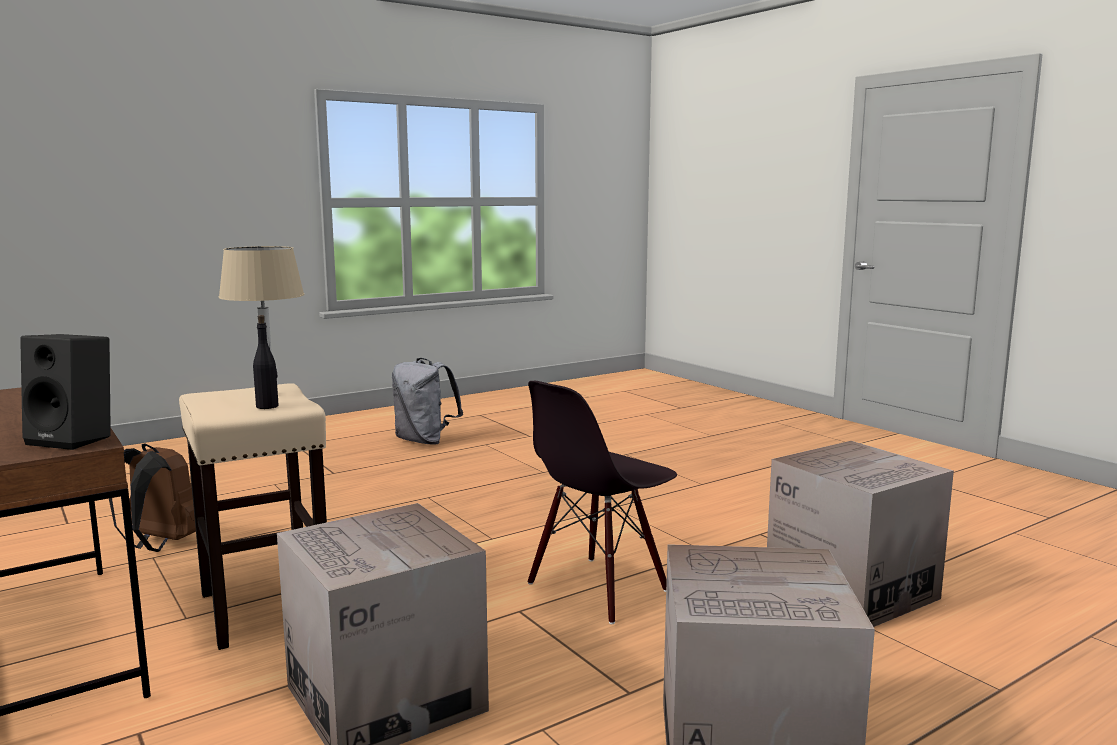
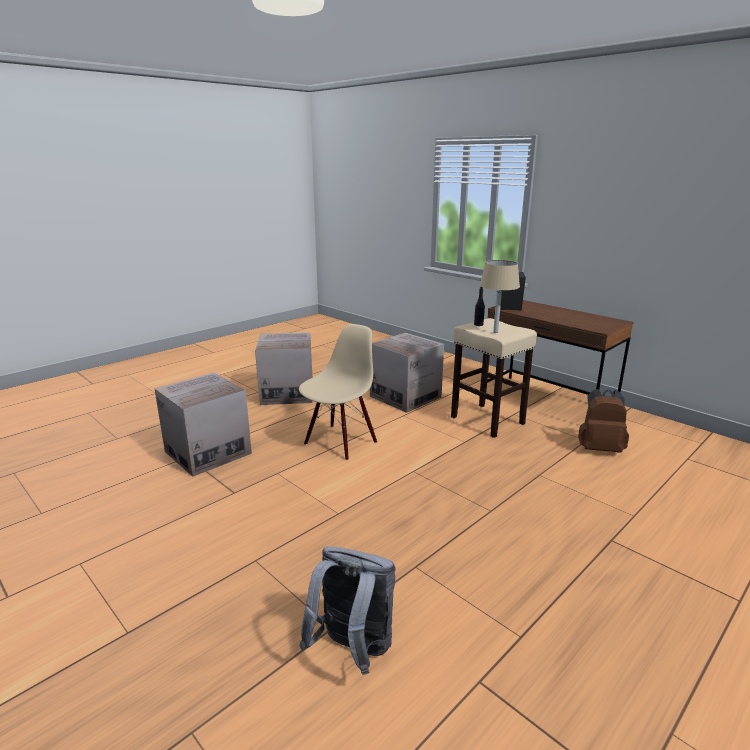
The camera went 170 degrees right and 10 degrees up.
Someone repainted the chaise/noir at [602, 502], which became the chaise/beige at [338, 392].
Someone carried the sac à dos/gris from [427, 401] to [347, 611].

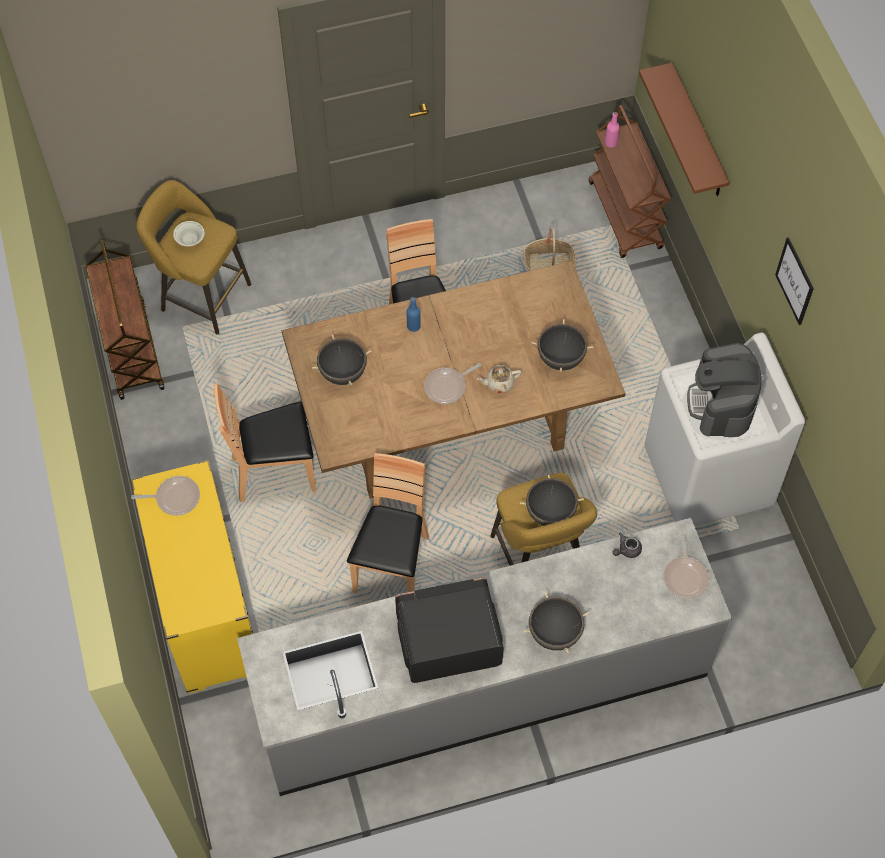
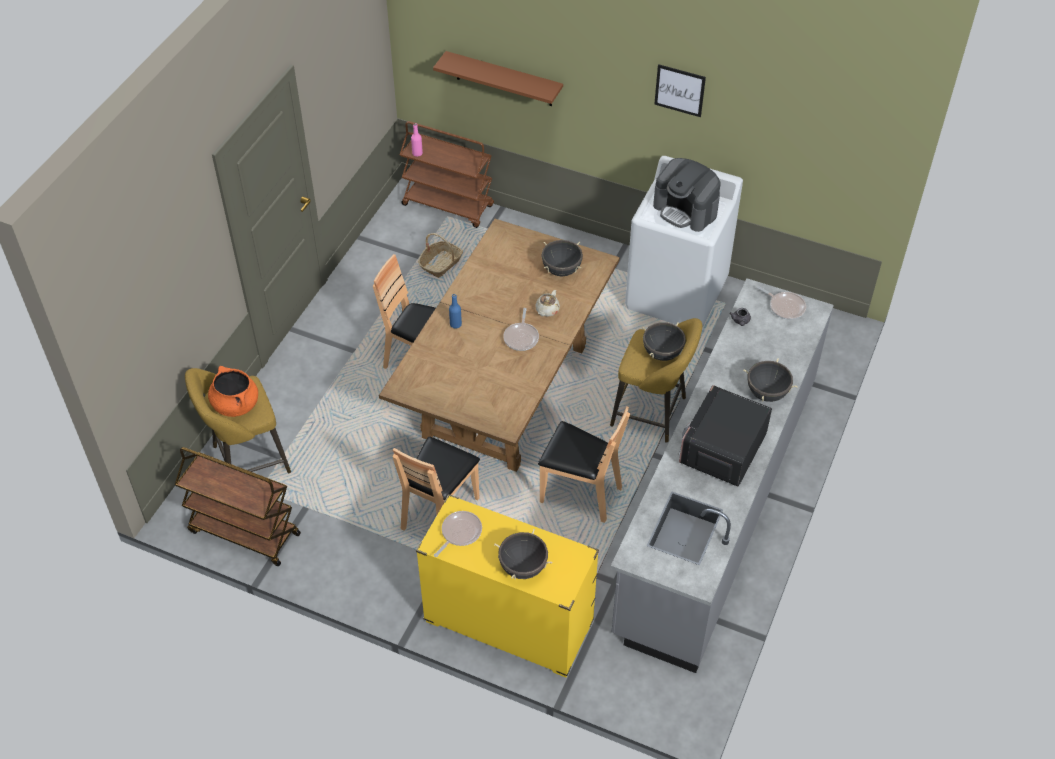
The camera went 50 degrees left and 10 degrees down.
Someone swapped the bol/blanc at [189, 233] for the marmite/orange at [233, 391].
Someone carried the marmite/noir from [341, 360] to [523, 554].
Someone rotated the chaise/marron at [388, 523] by 150 degrees clockwise.

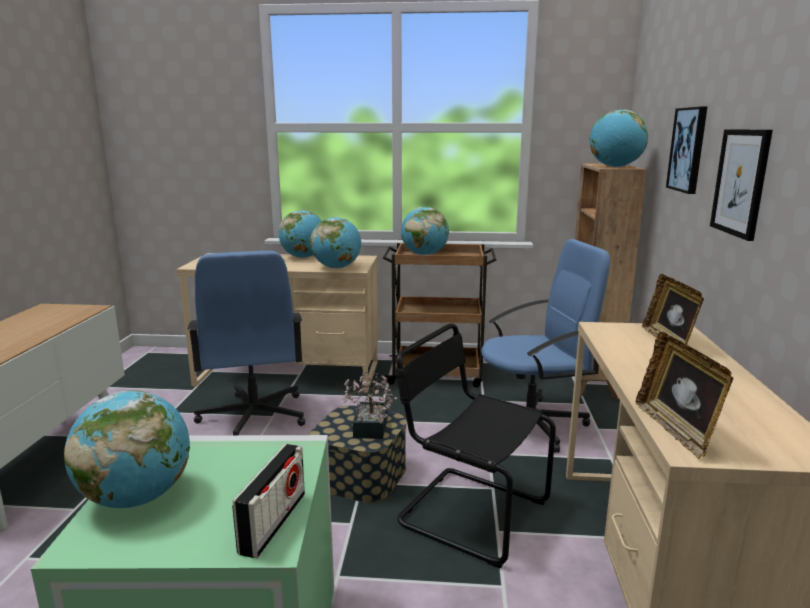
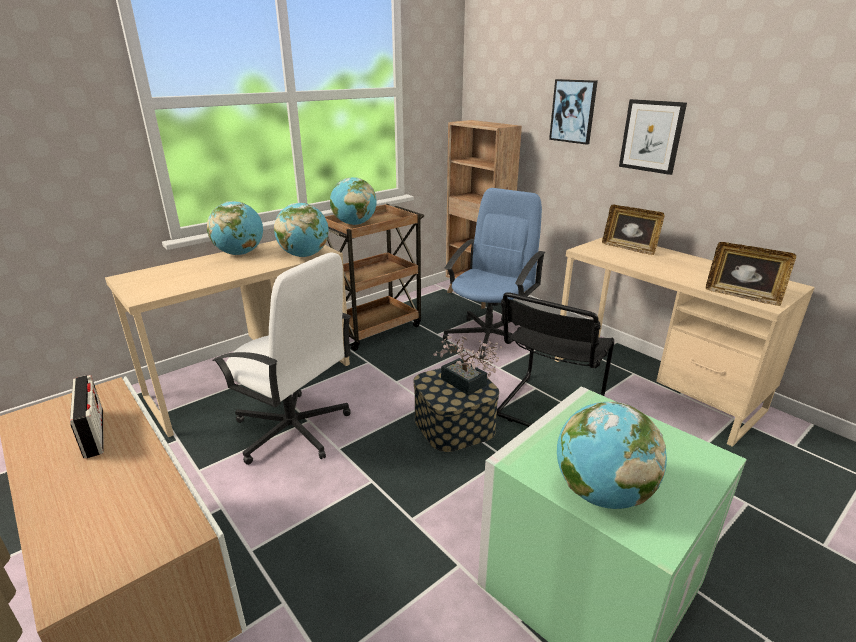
The camera went 45 degrees left and 10 degrees up.
Someone carried the radio from [268, 501] to [87, 417].
Someone repainted the chaise de bureau/bleu at [246, 343], which became the chaise de bureau/blanc at [281, 358].
Someone rotated the chaise/noir at [475, 445] by 45 degrees counterclockwise.
Someone took away the globe at [618, 138].

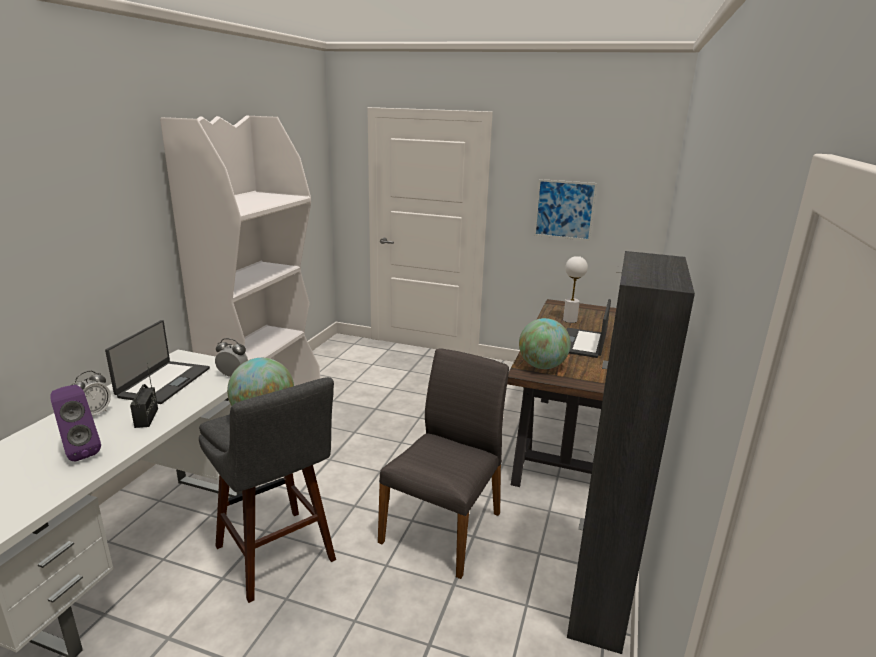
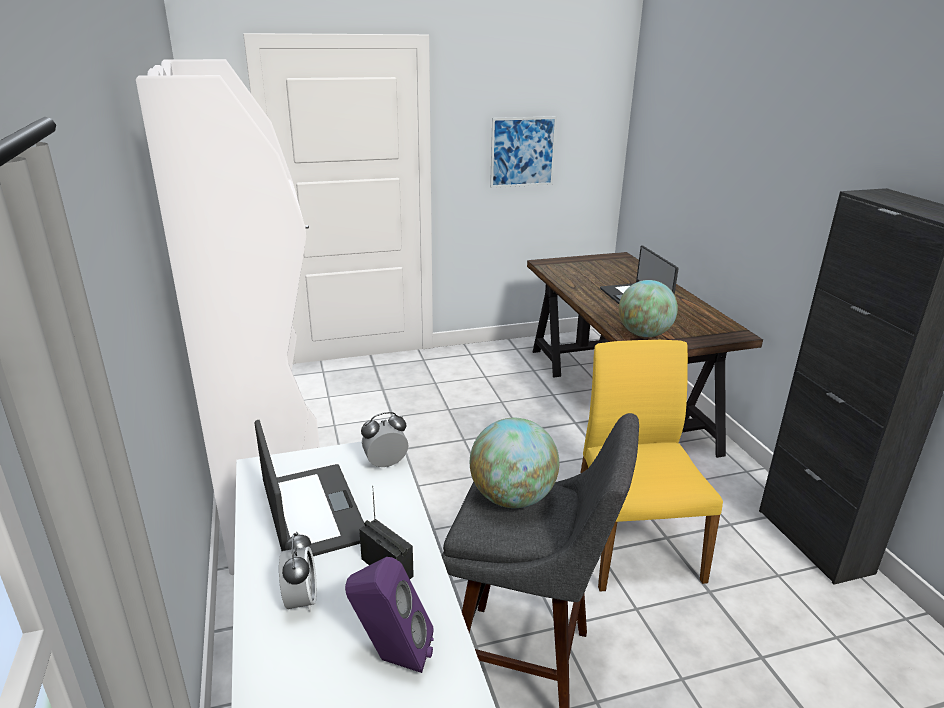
The camera went 35 degrees left and 5 degrees up.
Someone repainted the chaise/gris at [443, 464], which became the chaise/jaune at [651, 466].
Someone took away the lampe de table/blanc at [575, 289].

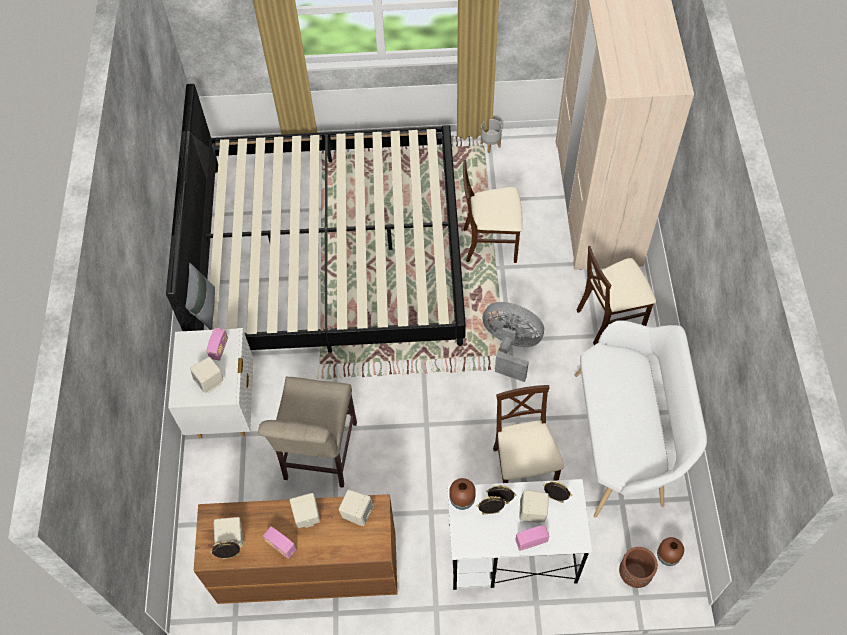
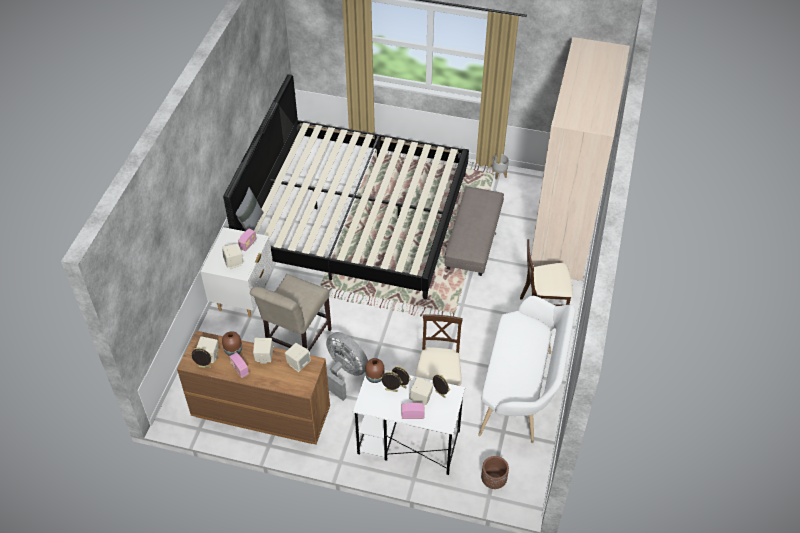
The camera went 15 degrees right and 10 degrees down.
Someone carried the vase/marron from [670, 551] to [232, 343].
Someone carried the ventilateur/gris from [513, 342] to [347, 366].
Someone swapped the chaise/beige at [493, 211] for the pouf/gris at [474, 231].

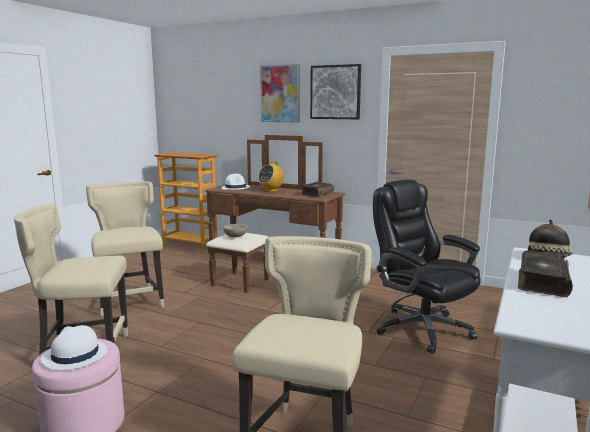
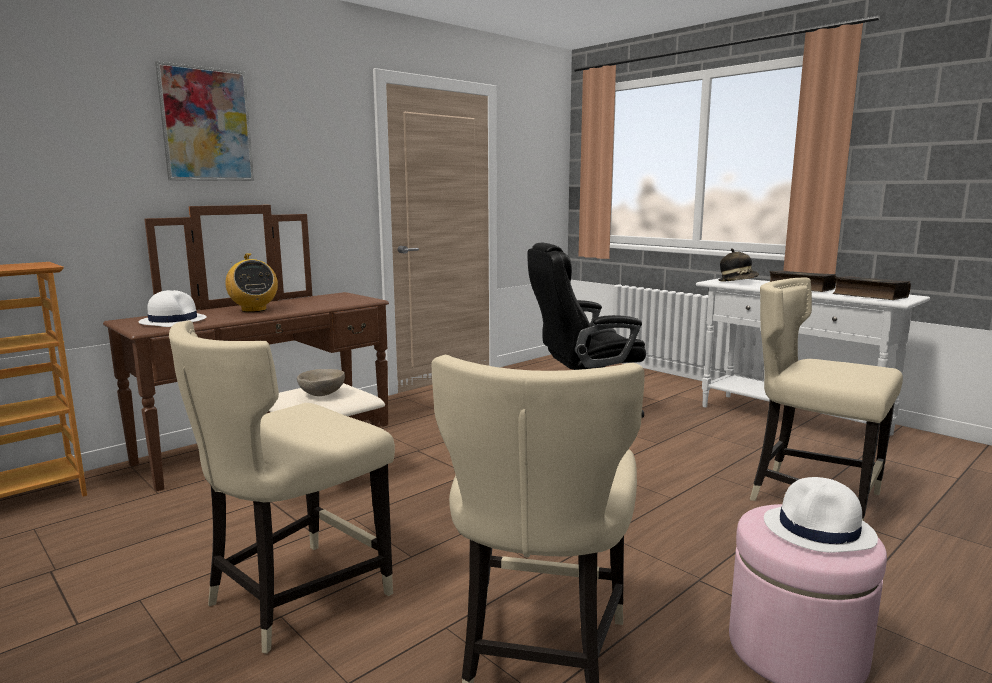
The camera went 70 degrees left and 0 degrees up.
Someone rotated the chaise/beige at [125, 249] by 45 degrees counterclockwise.
Someone carried the livre from [317, 189] to [872, 288].
Someone took away the tableau at [335, 91].

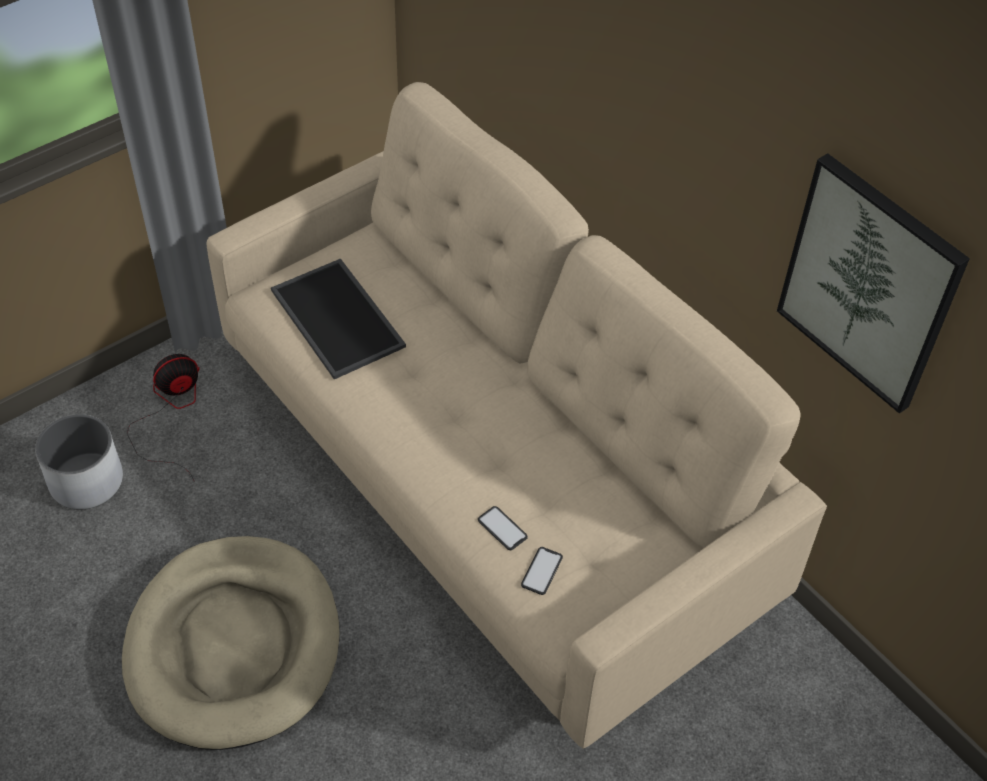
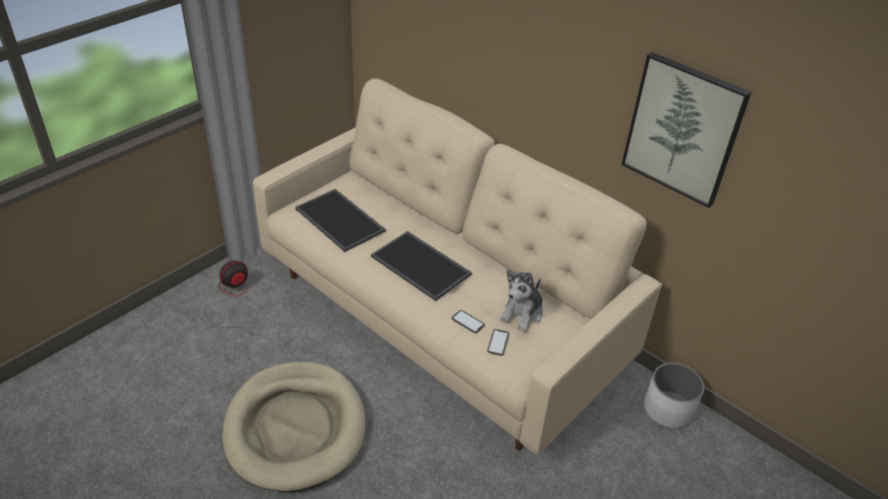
The camera went 10 degrees left and 10 degrees down.
Someone put down the plateau at [421, 266].
Someone put down the peluche at [521, 300].
Someone carried the cache-pot/blanc from [79, 462] to [674, 395].

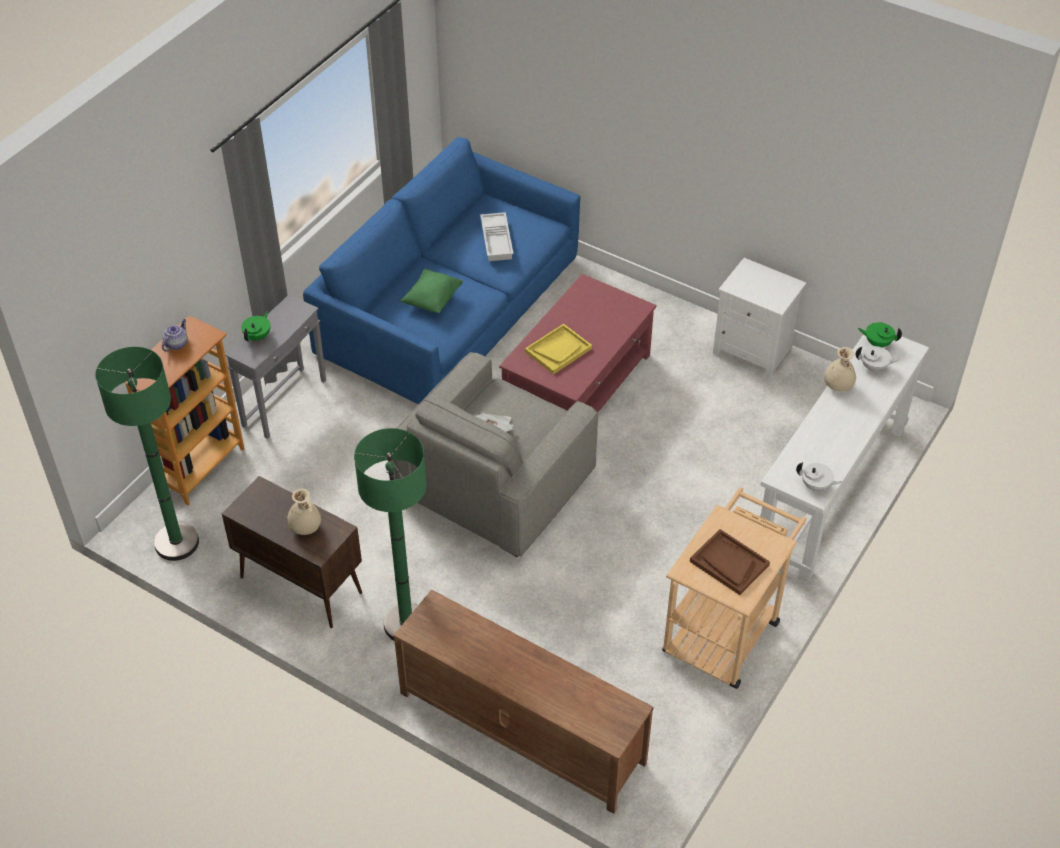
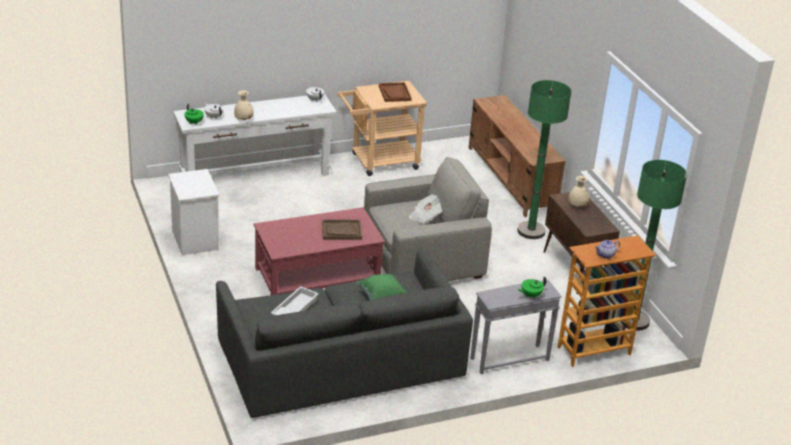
The camera went 145 degrees left and 15 degrees down.
Someone repainted the canapé/bleu at [442, 270], which became the canapé/gris at [344, 333].
Someone repainted the plateau/jaune at [558, 349], which became the plateau/marron at [342, 230].

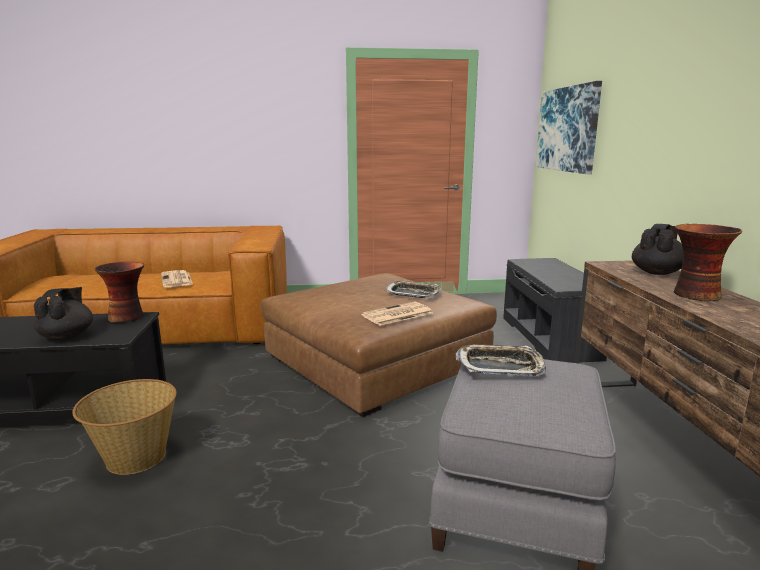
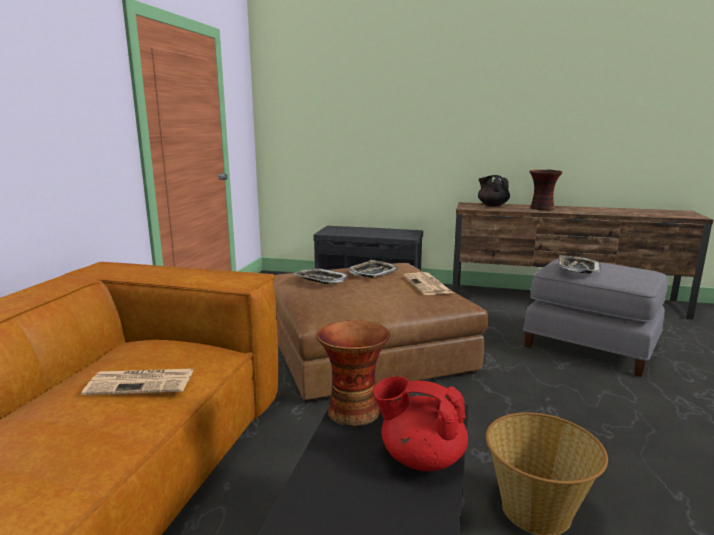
The camera went 70 degrees left and 0 degrees up.
Someone put down the plateau at [321, 276].
Someone repainted the théière/noir at [63, 313], which became the théière/rouge at [420, 423].
Someone took away the tableau at [569, 127].

